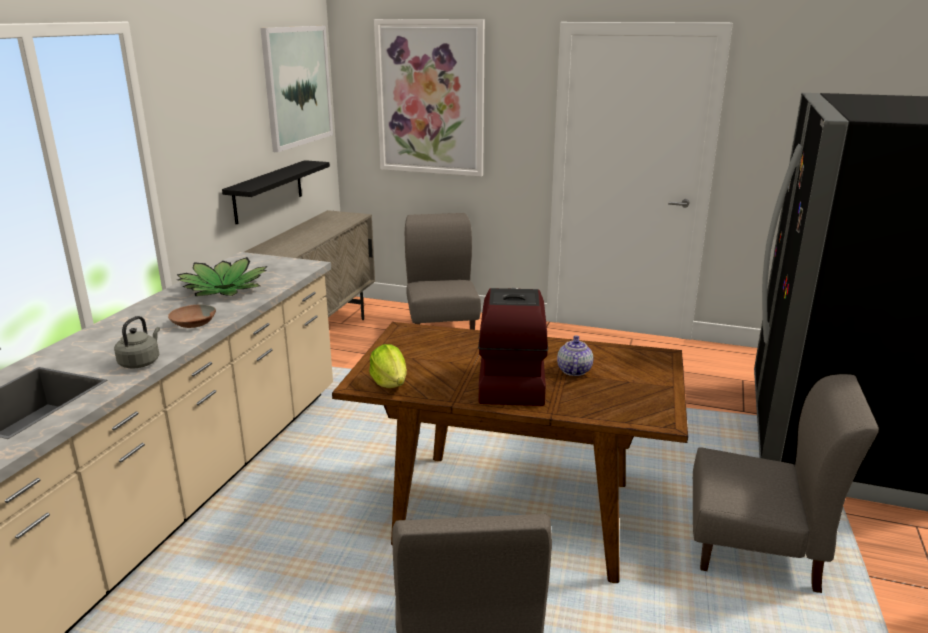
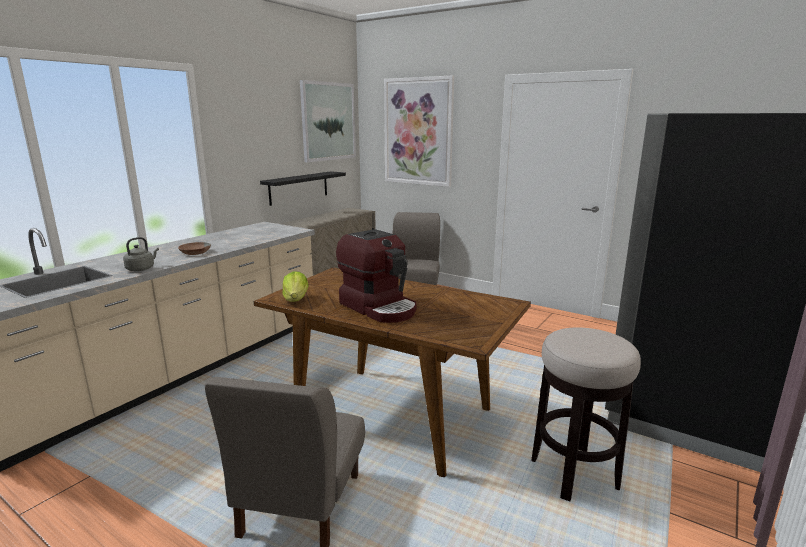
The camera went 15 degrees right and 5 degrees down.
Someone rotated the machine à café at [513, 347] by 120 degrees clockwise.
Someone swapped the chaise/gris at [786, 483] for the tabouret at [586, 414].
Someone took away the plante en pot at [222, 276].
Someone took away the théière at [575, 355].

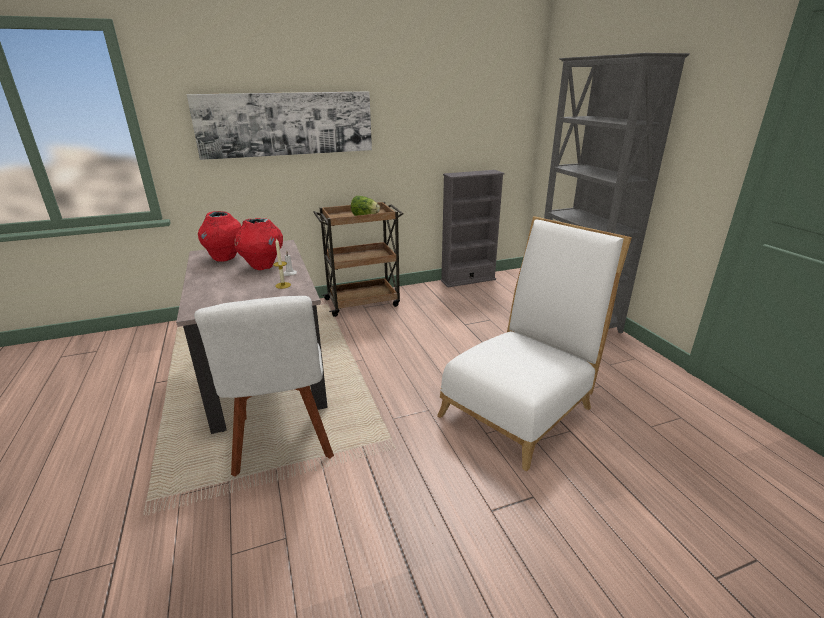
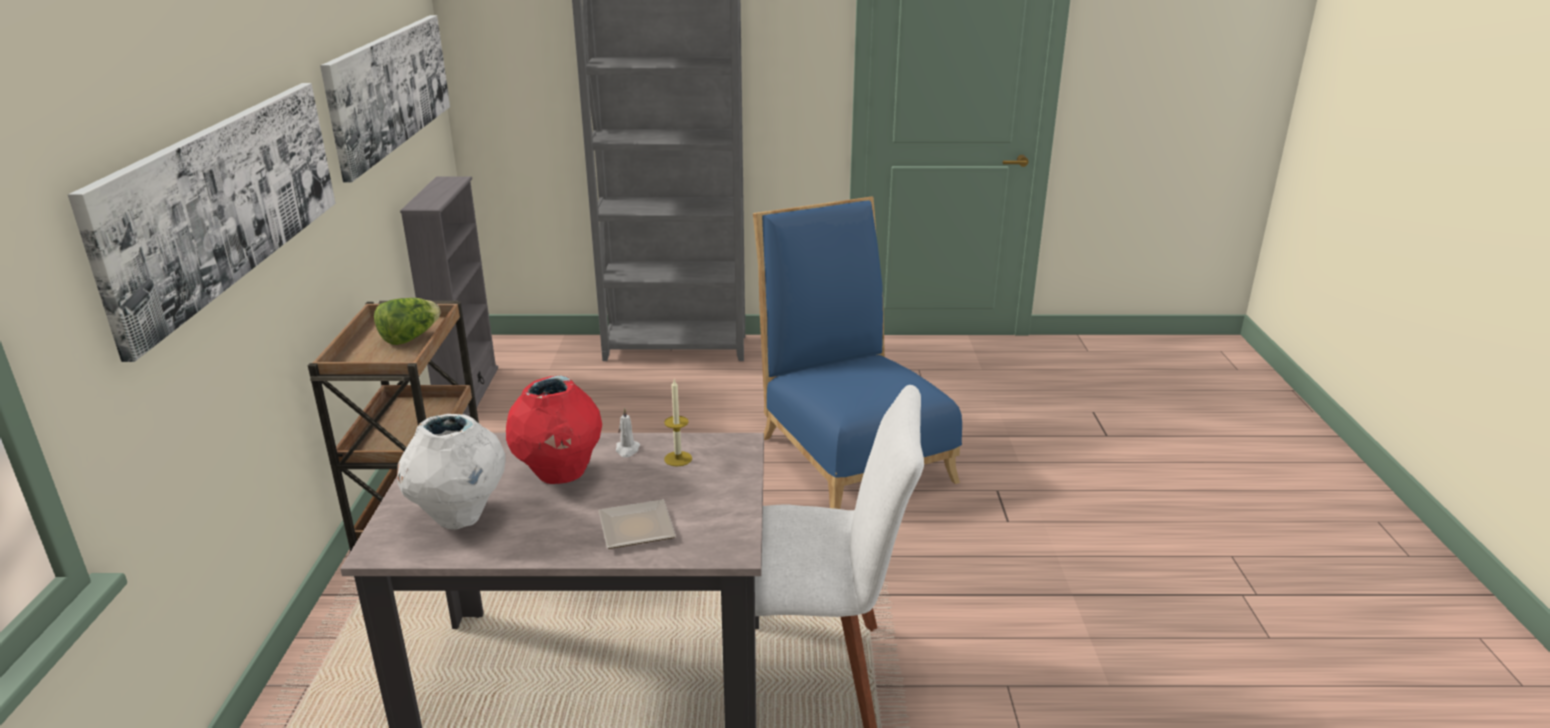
The camera went 70 degrees left and 0 degrees up.
Someone put up the tableau at [385, 99].
Someone repainted the vase/rouge at [219, 236], which became the vase/blanc at [451, 472].
Someone put down the assiette at [637, 524].
Someone repainted the chaise/blanc at [534, 343], which became the chaise/bleu at [857, 352].

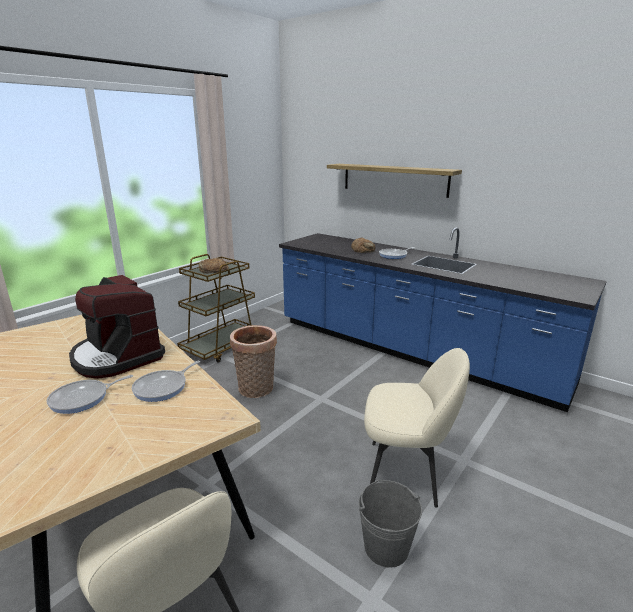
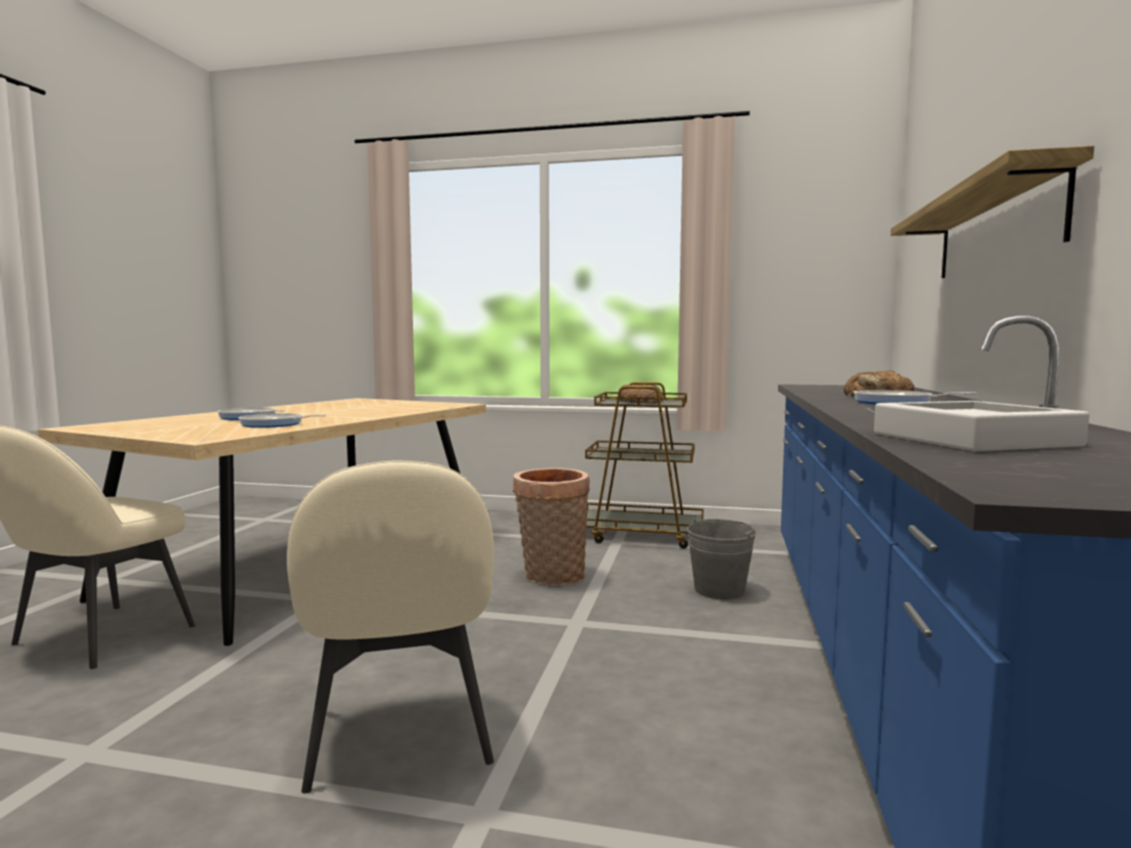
The camera went 65 degrees right and 15 degrees down.
Someone carried the seau/gris from [390, 524] to [721, 559].
Someone put down the plateau/gris at [981, 426].
Someone took away the machine à café at [117, 327].

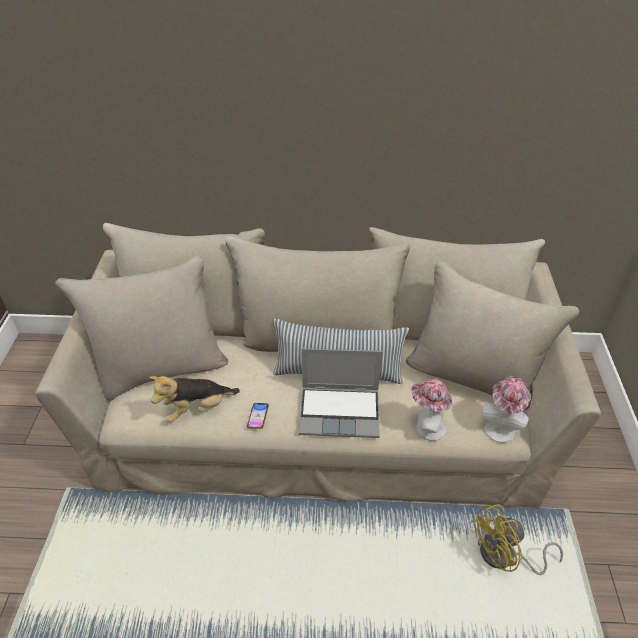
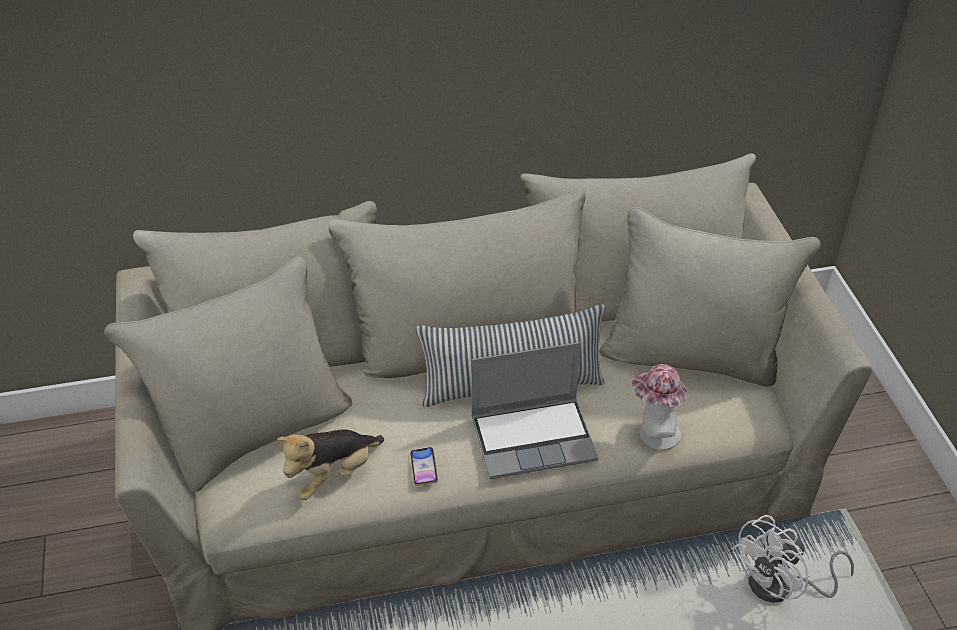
The camera went 15 degrees left and 0 degrees up.
Someone repainted the ventilateur/jaune at [517, 539], which became the ventilateur/blanc at [793, 559].
Someone took away the chapeau at [507, 409].

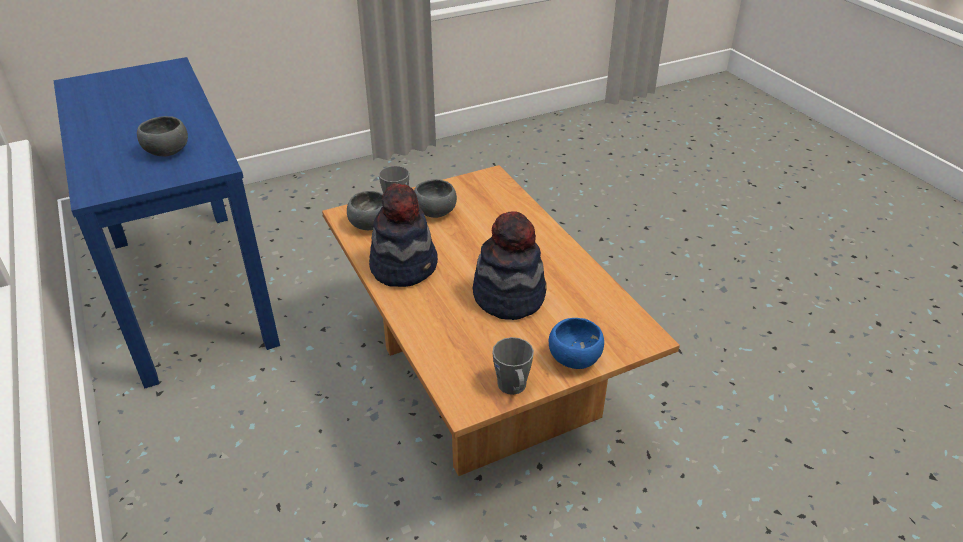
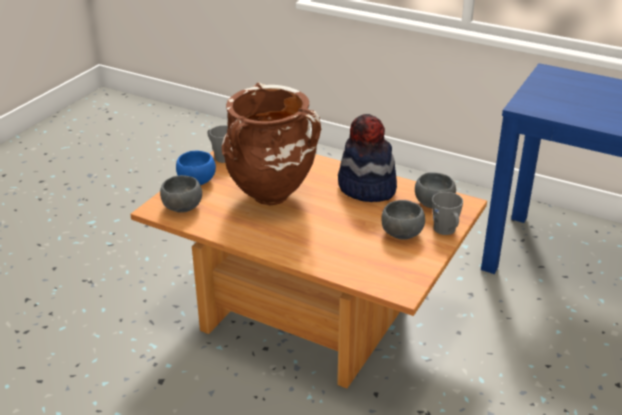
The camera went 145 degrees right and 5 degrees down.
Someone carried the bol/gris from [162, 136] to [181, 194].
Someone swapped the chapeau at [510, 265] for the vase/marron at [272, 143].

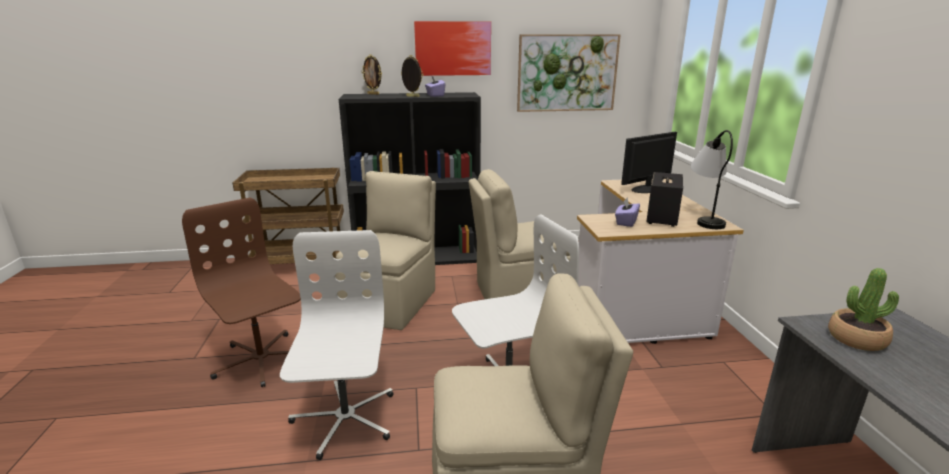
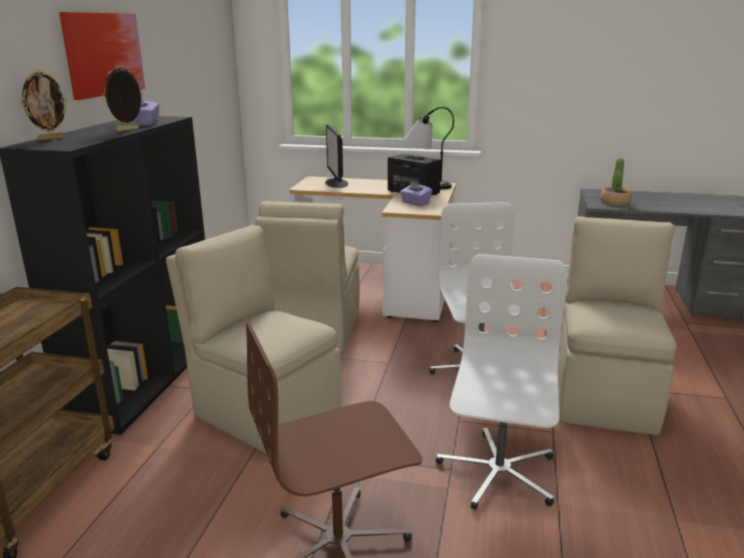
The camera went 70 degrees left and 0 degrees up.
Someone rotated the chaise de bureau/blanc at [337, 345] by 90 degrees clockwise.
Someone took away the tableau at [569, 73].

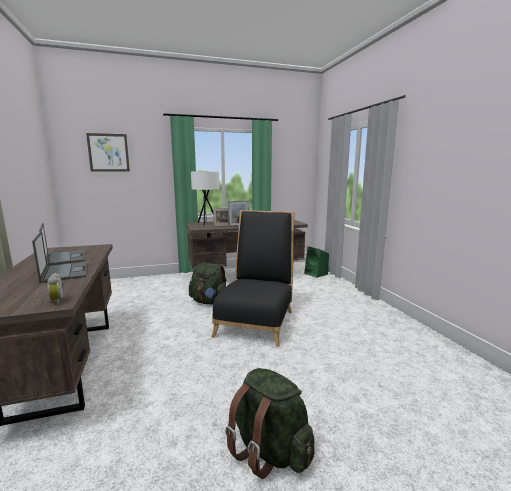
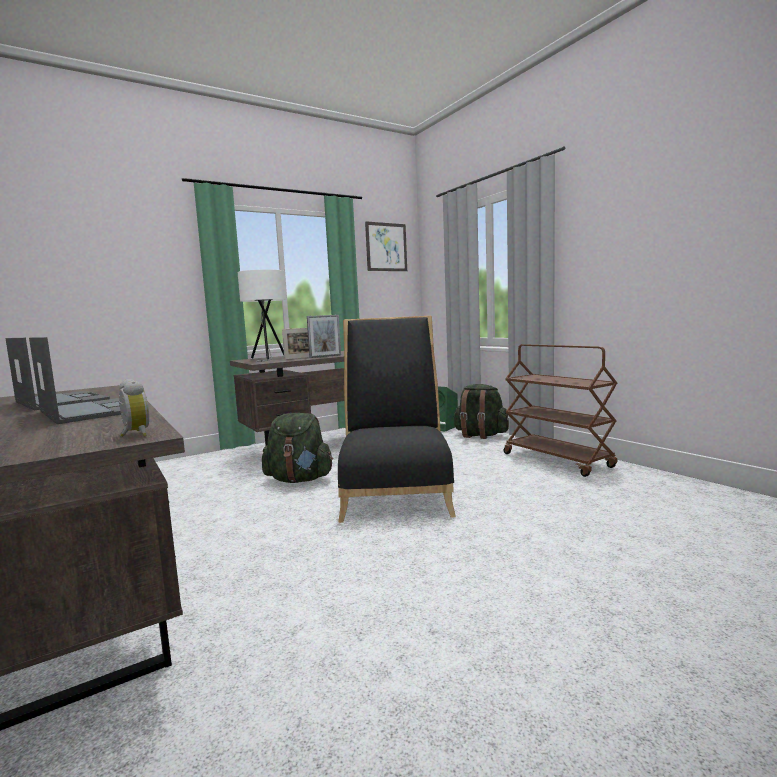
The camera went 15 degrees left and 5 degrees down.
Someone carried the tableau from [108, 152] to [386, 246].
Someone carried the sac à dos/vert from [269, 423] to [481, 411].
Someone put down the chariot/marron at [561, 410].

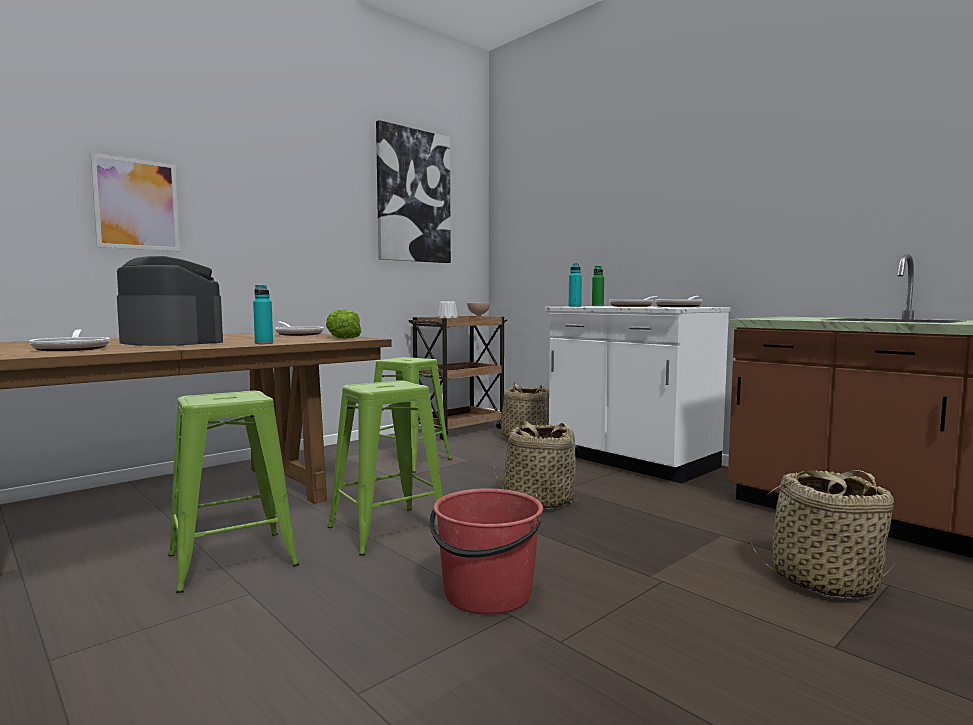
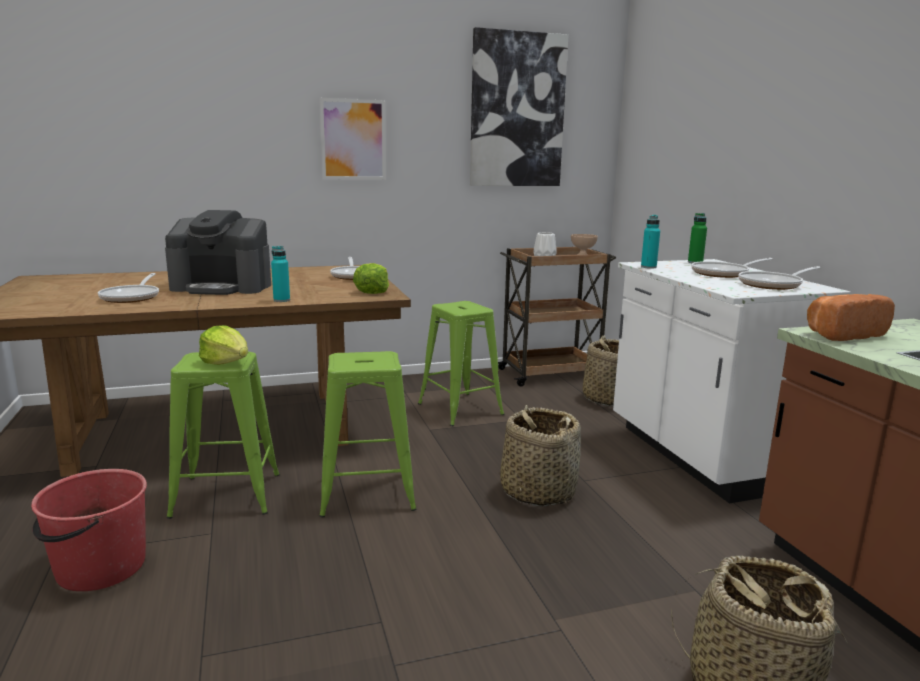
The camera went 25 degrees right and 10 degrees up.
Someone carried the seau/rouge from [486, 551] to [89, 530].
Someone rotated the machine à café at [170, 301] by 120 degrees clockwise.
Someone put down the laitue at [223, 345].
Someone carried the tableau from [135, 202] to [352, 139].
Someone put down the pain at [851, 317].

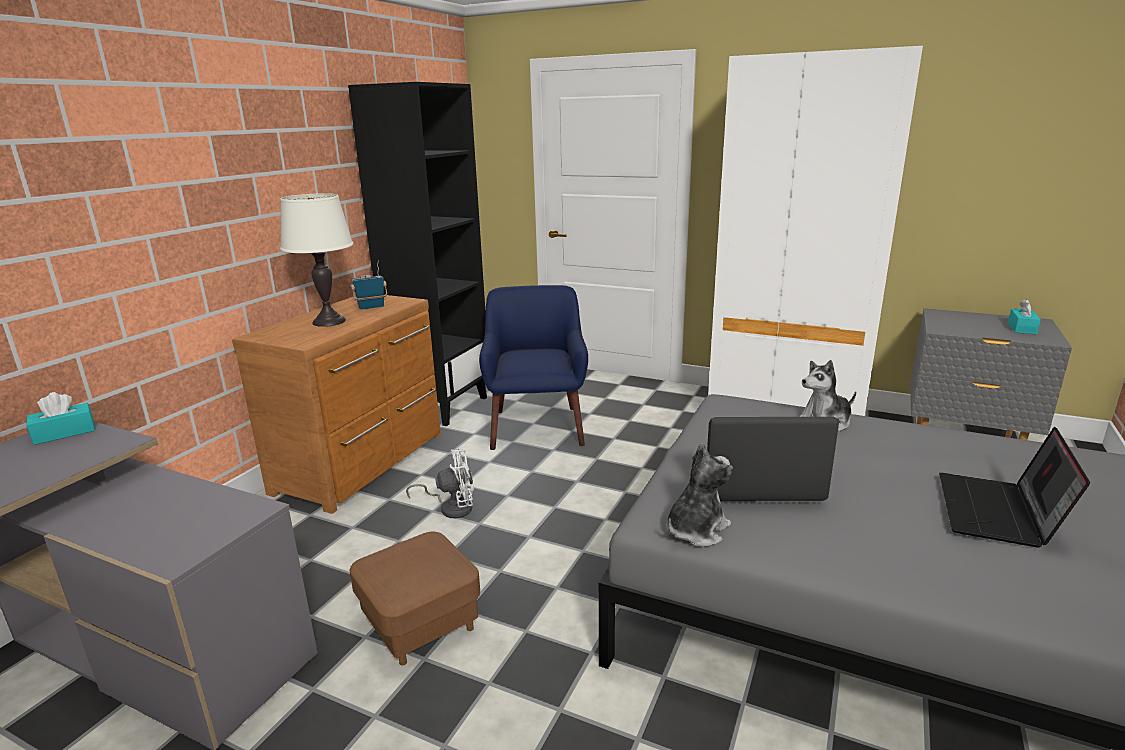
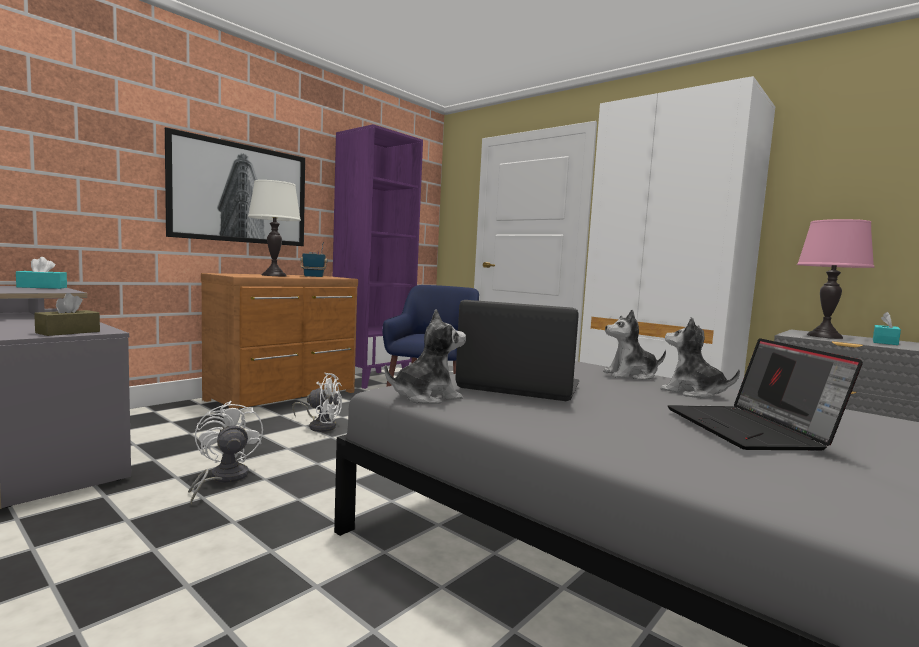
The camera went 15 degrees right and 15 degrees down.
Someone put down the boîte à mouchoirs/marron at [67, 314].
Someone put up the tableau at [235, 186].
Someone swapped the pouf/marron at [415, 599] for the ventilateur/blanc at [225, 452].
Someone repainted the bibliothèque/noir at [417, 254], which became the bibliothèque/violet at [378, 256].
Someone put down the peluche at [700, 358].
Someone rotated the ordinateur portable at [1014, 487] by 45 degrees counterclockwise.
Someone put down the lampe de table/rose at [835, 279].

